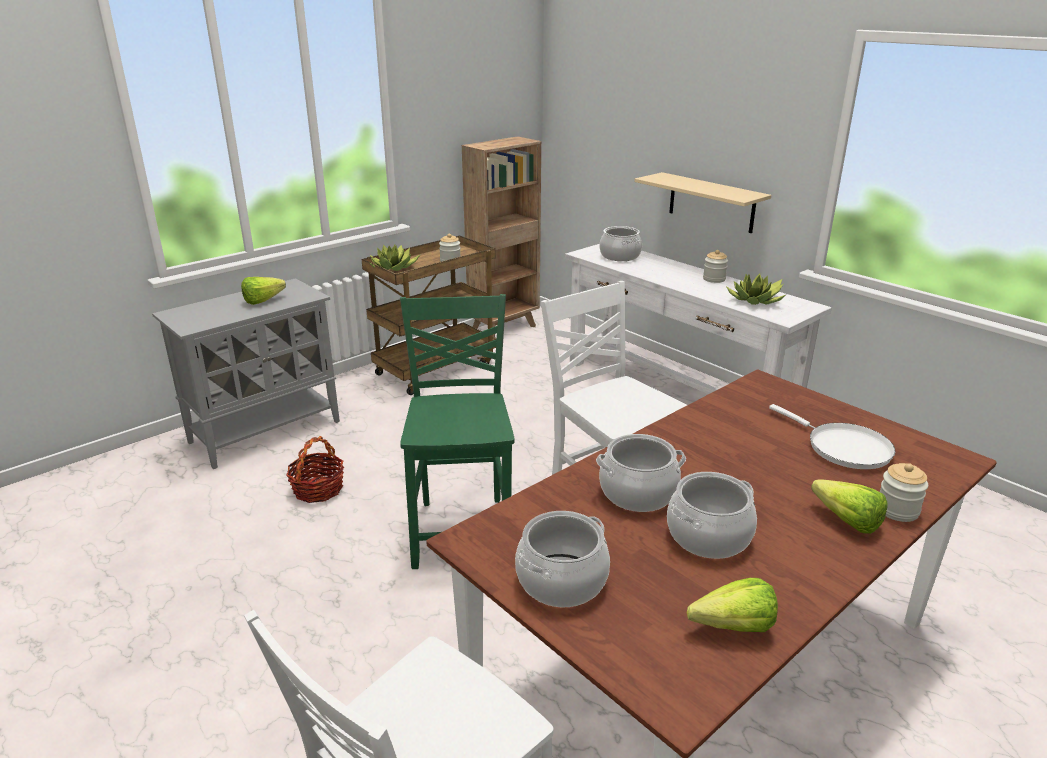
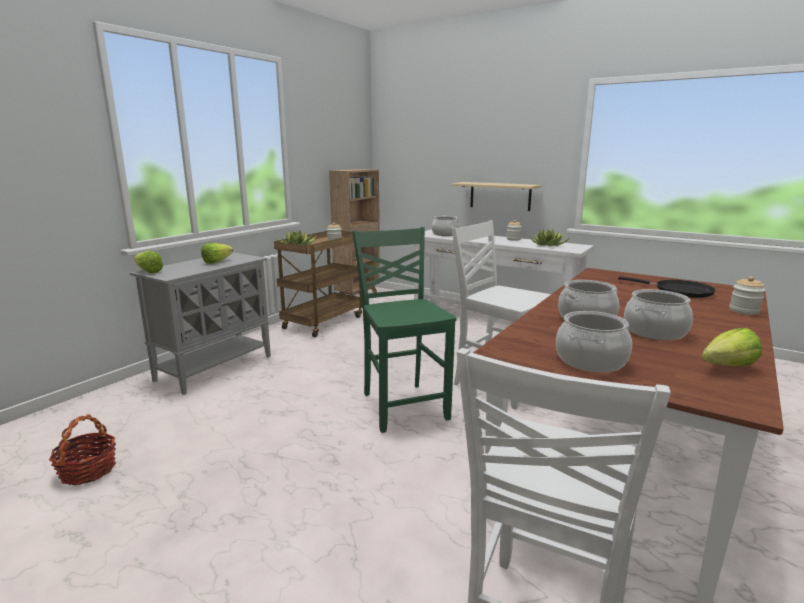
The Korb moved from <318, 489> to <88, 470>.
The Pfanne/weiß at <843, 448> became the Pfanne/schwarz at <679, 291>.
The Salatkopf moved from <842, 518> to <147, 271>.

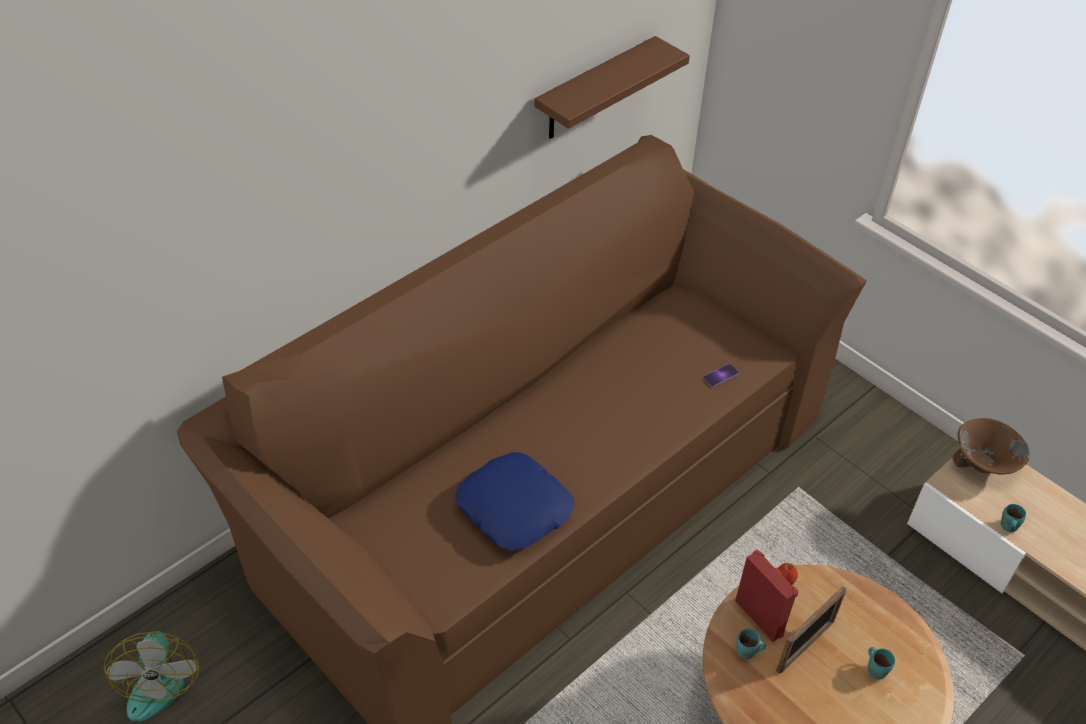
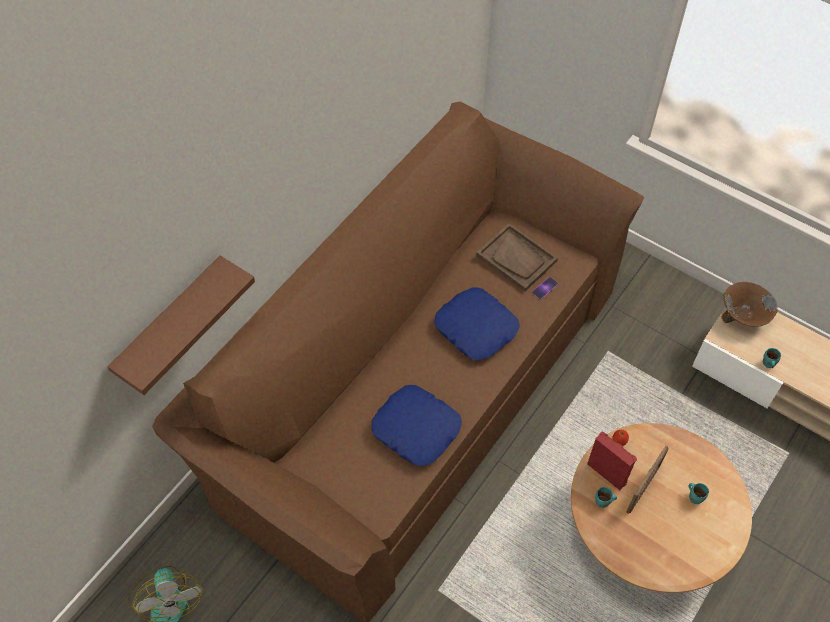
The Wandregal/braun moved from <595, 90> to <170, 323>.
The Kissen/blau at <476, 328> appeared.
The Tablett/braun at <516, 258> appeared.

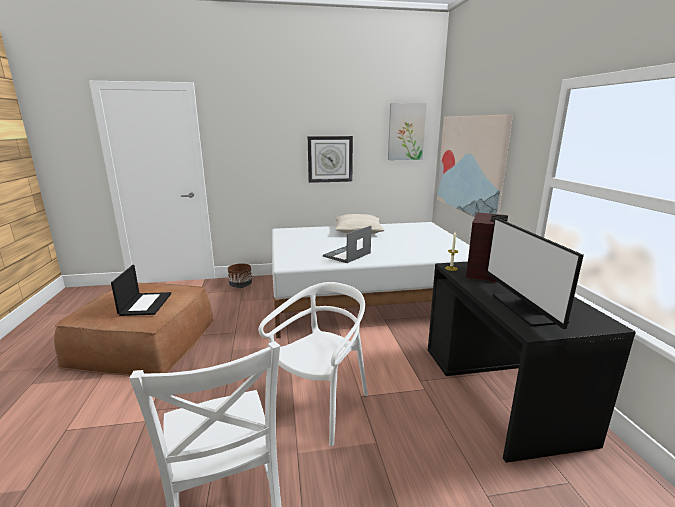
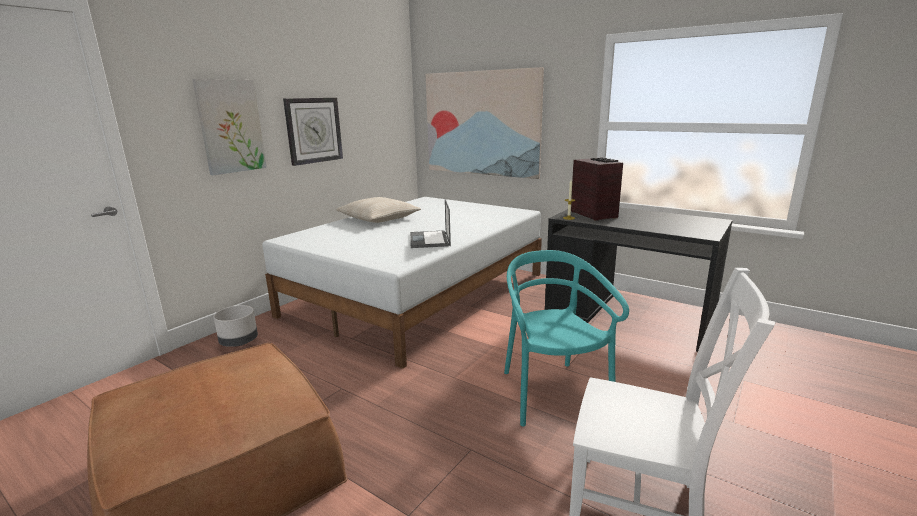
The Laptop at <145, 304> disappeared.
The Pflanzkübel/braun at <240, 286> became the Pflanzkübel/grau at <239, 342>.
The Stuhl/weiß at <320, 405> became the Stuhl/türkis at <552, 393>.
The Bild moved from <406, 132> to <230, 126>.
The Monitor at <526, 308> disappeared.

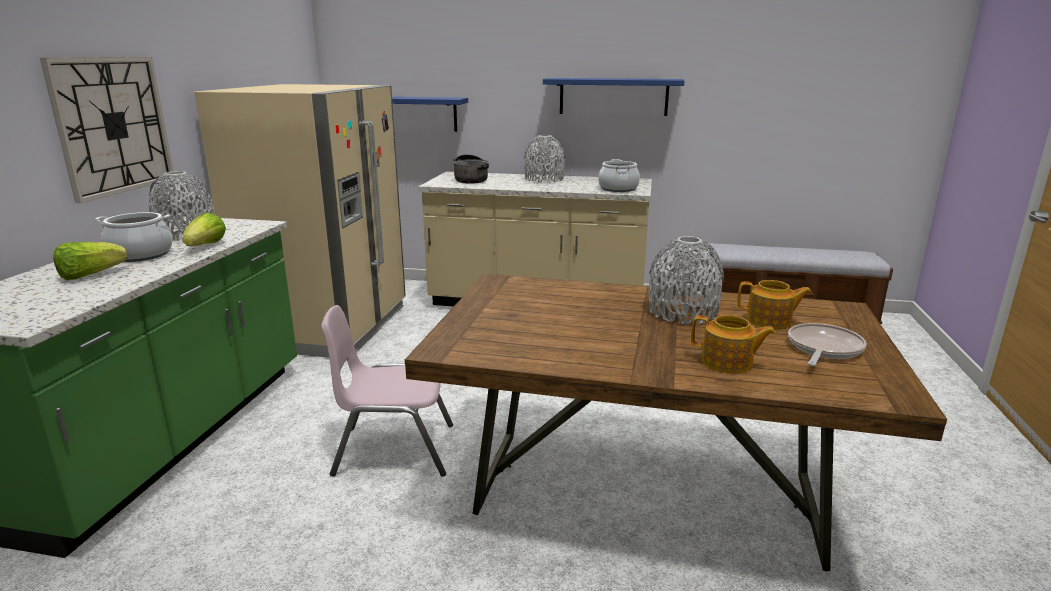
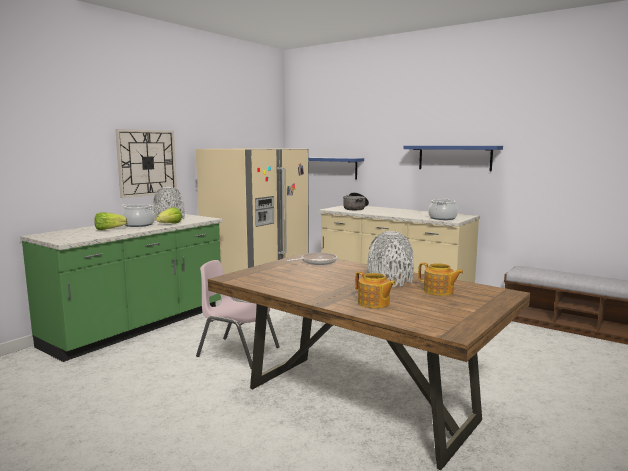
The Vase/grau at <544, 179> disappeared.
The Pfanne moved from <823, 349> to <316, 262>.

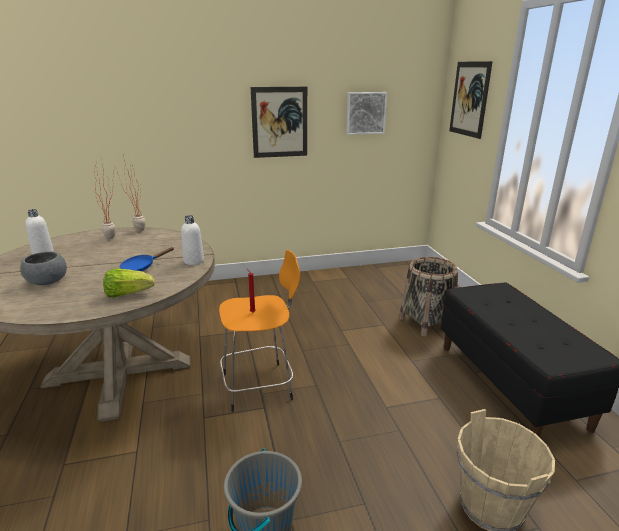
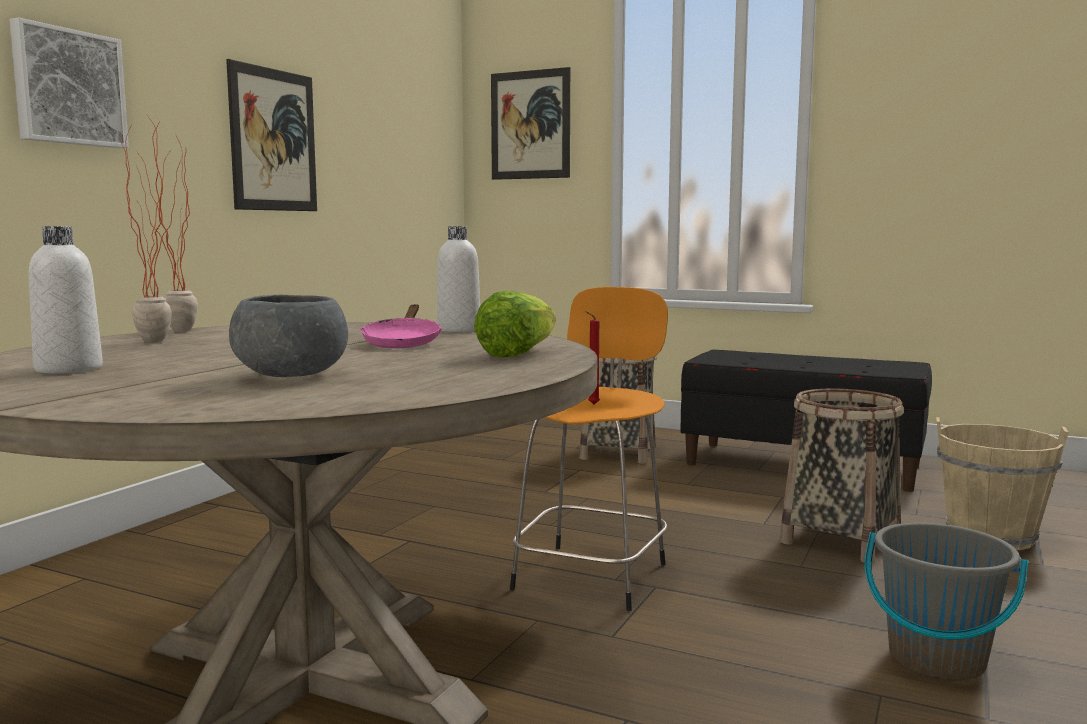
The Pfanne/blau at <141, 267> became the Pfanne/rosa at <402, 343>.
The Bild moved from <365, 113> to <68, 87>.
The Korb at <841, 540> appeared.

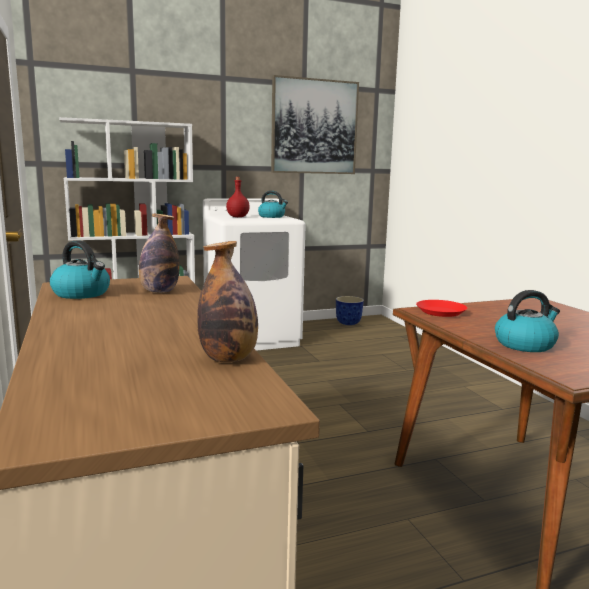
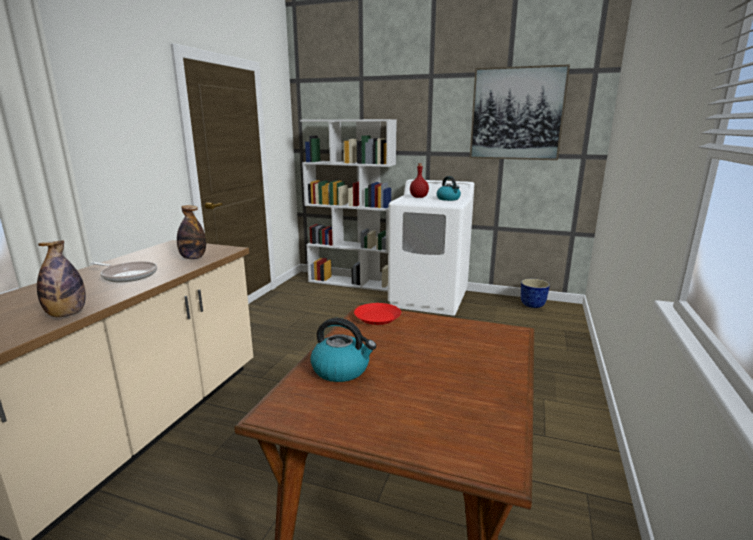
The Wasserkessel at <82, 294> disappeared.
The Pfanne at <128, 275> appeared.

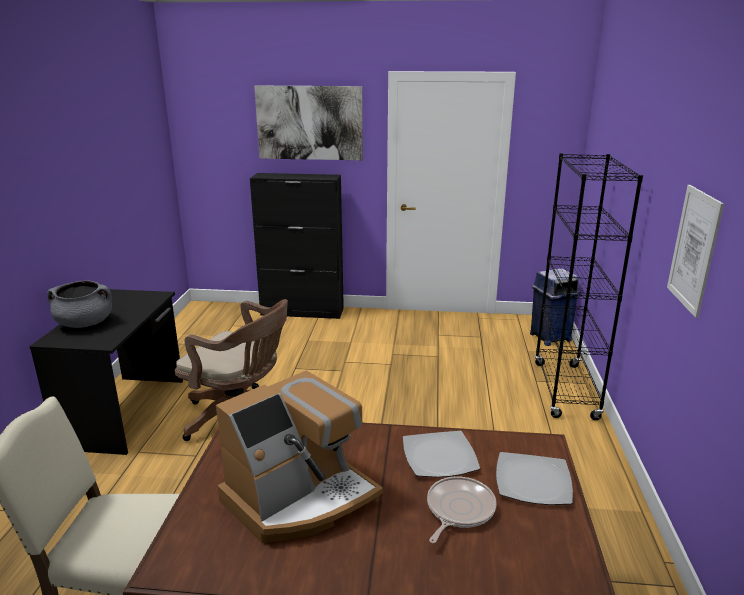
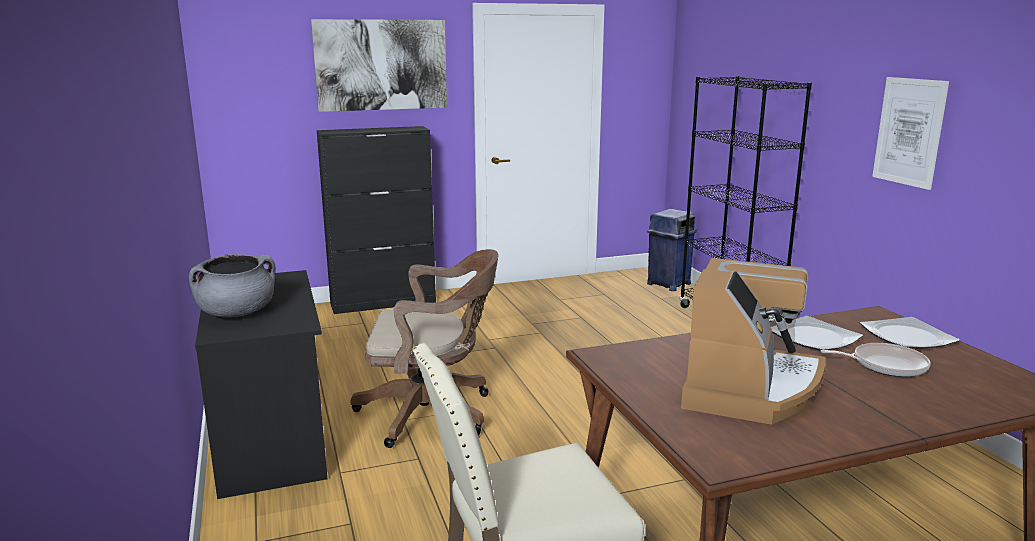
The Pfanne at <458, 509> turned 90 degrees clockwise.

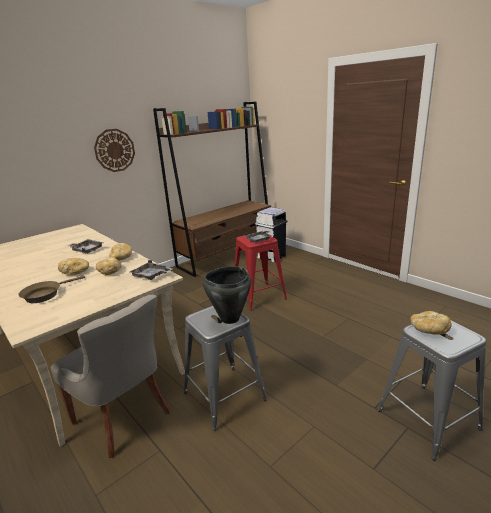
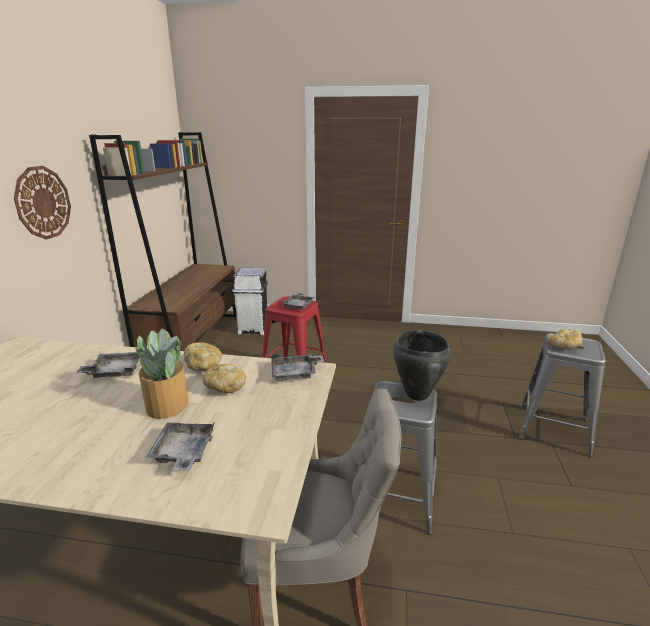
The Pfanne/braun at <45, 294> was replaced by the Tablett/grau at <183, 453>.
The Brot at <76, 272> was replaced by the Topfpflanze at <166, 406>.

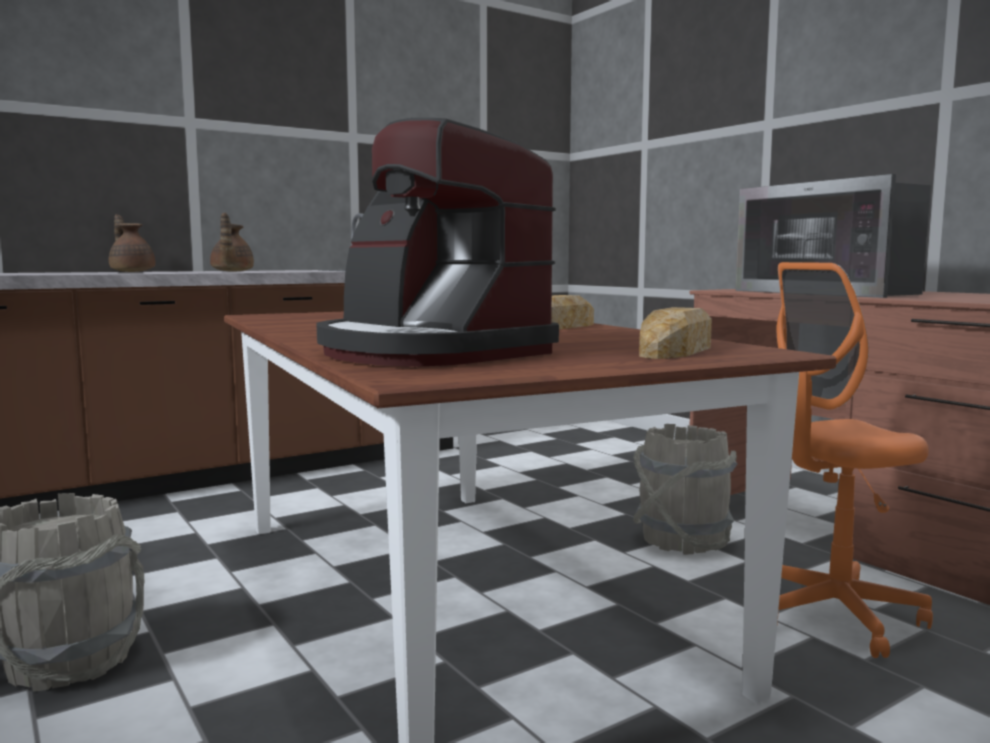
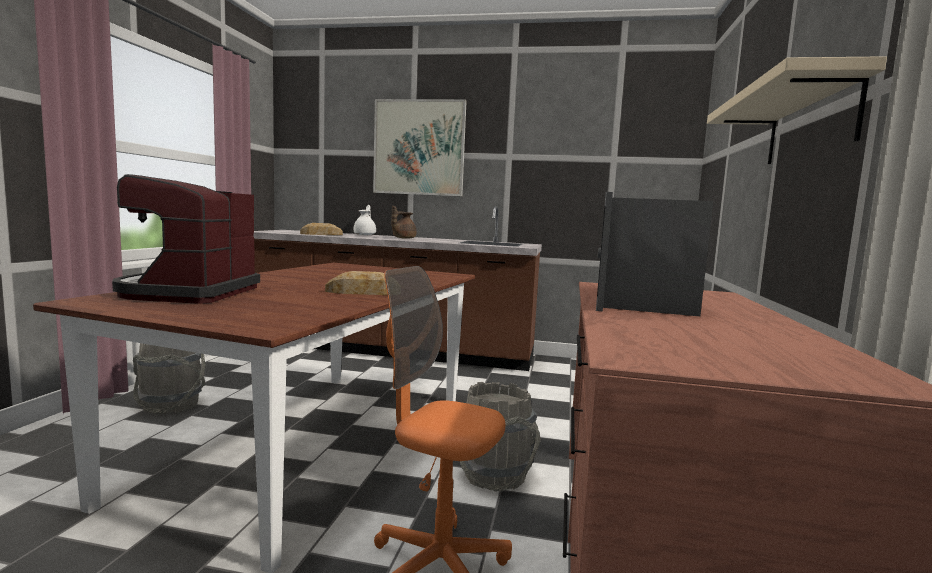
The Teekanne/braun at <132, 271> became the Teekanne/weiß at <365, 235>.
The Brot moved from <677, 350> to <321, 234>.
The Bild at <419, 148> appeared.
The Wandregal/beige at <810, 124> appeared.

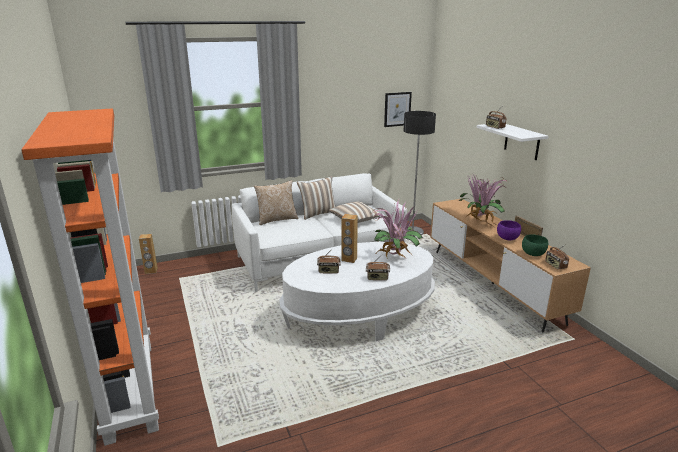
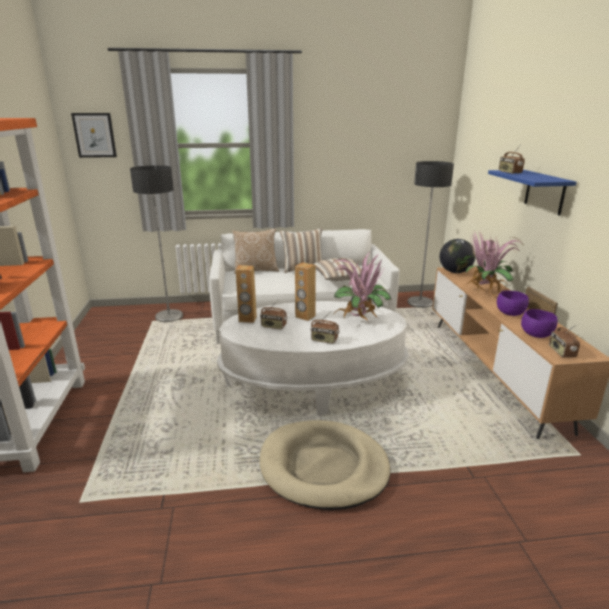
The Lautsprecher/braun moved from <151, 271> to <247, 319>.
The Bild moved from <397, 109> to <94, 135>.
The Wandregal/weiß at <522, 141> became the Wandregal/blau at <545, 192>.
The Schüssel/grün at <533, 254> became the Schüssel/lila at <536, 335>.
The Stehlampe at <169, 316> appeared.
The Hundebett/beige at <323, 467> appeared.
The Globus at <455, 272> appeared.

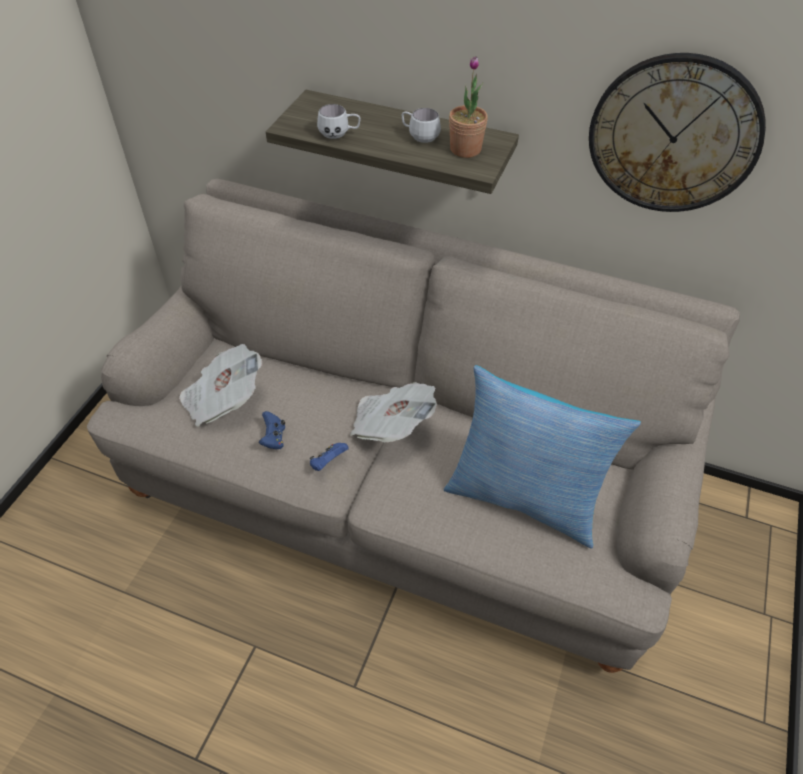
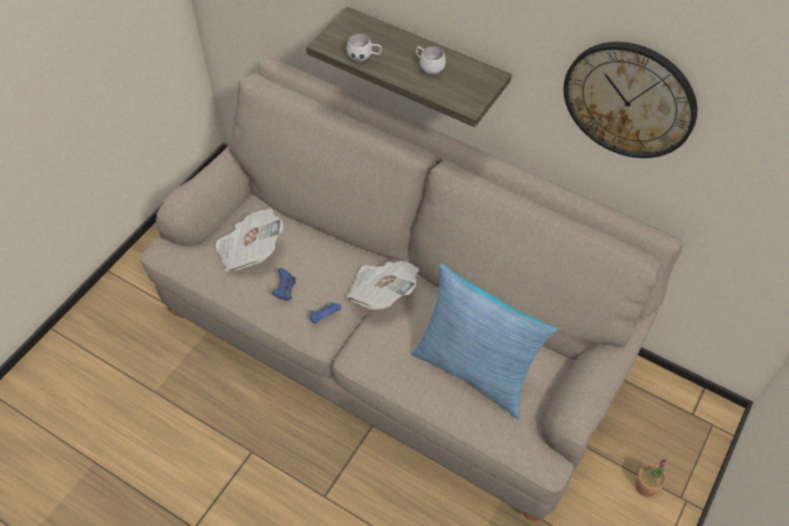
The Topfpflanze moved from <465, 149> to <645, 486>.

